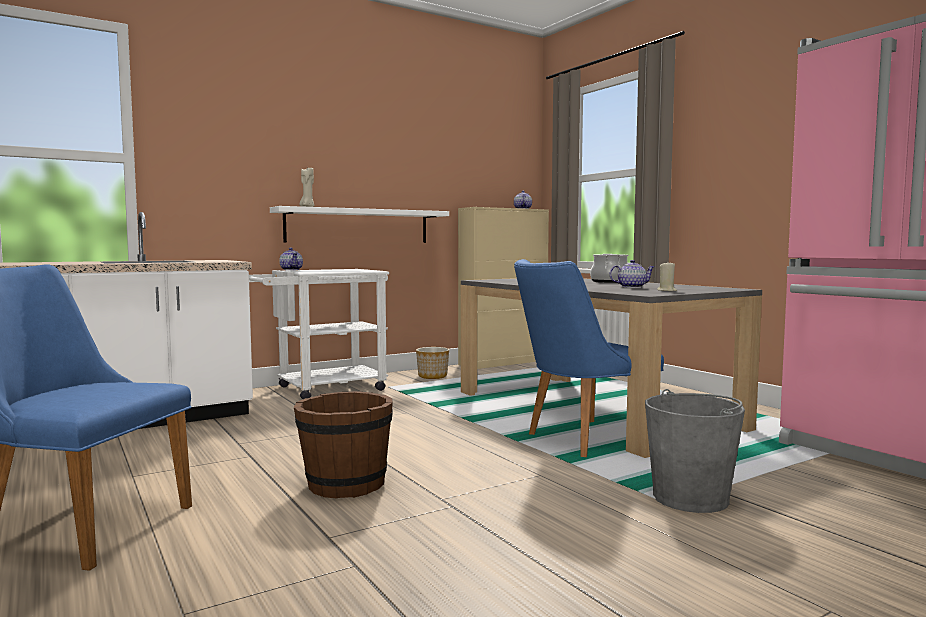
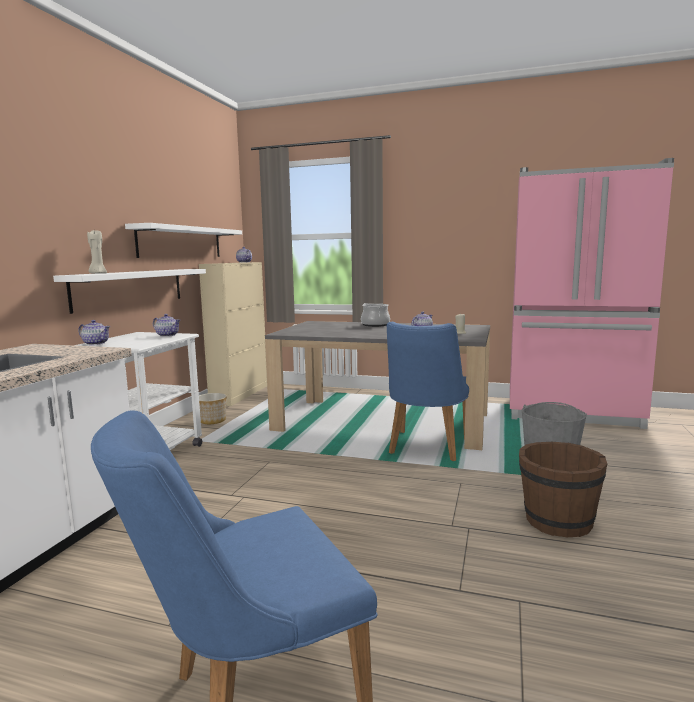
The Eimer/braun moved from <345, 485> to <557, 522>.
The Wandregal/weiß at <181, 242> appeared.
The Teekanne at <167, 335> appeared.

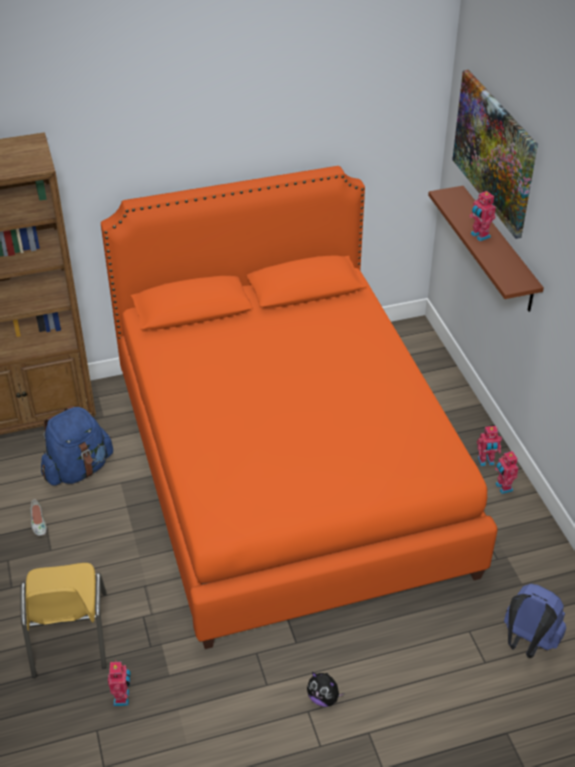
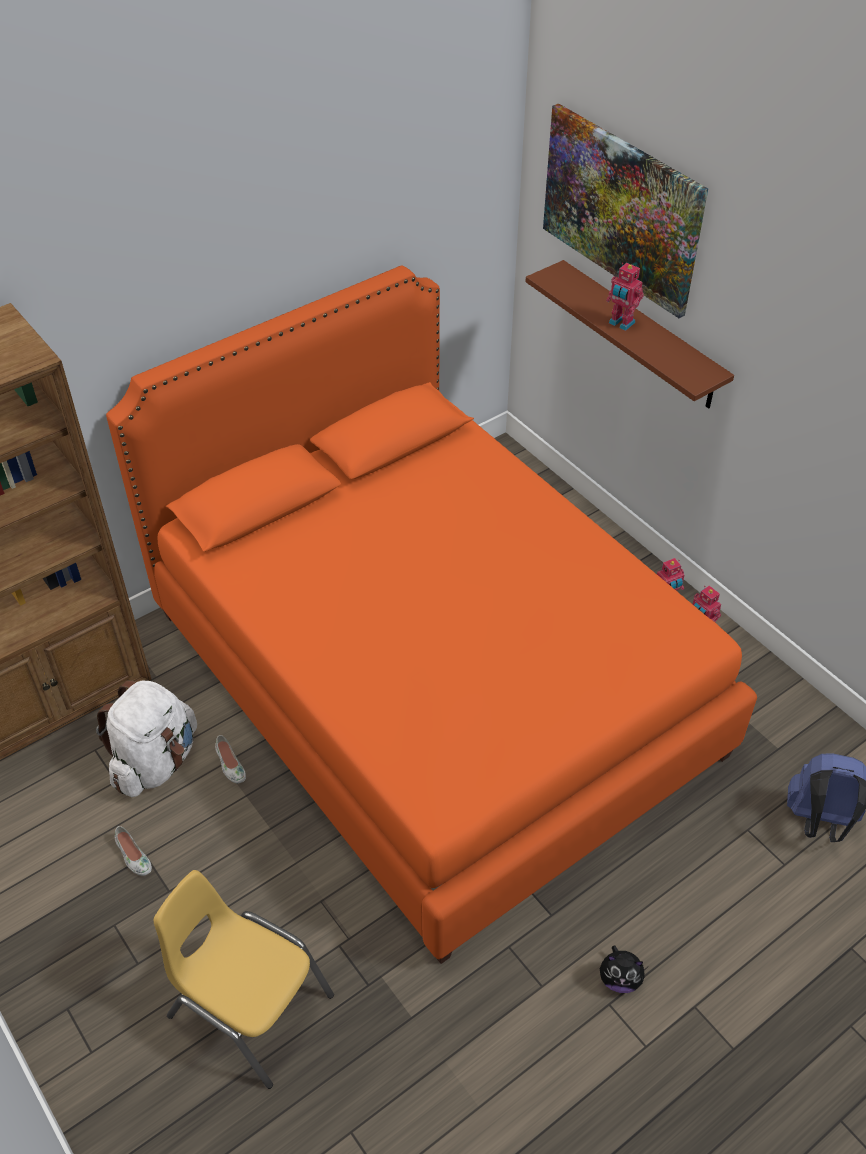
The Stuhl/gelb at <68, 634> turned 150 degrees clockwise.
The Rucksack/blau at <79, 469> became the Rucksack/weiß at <156, 761>.
The Spielzeugroboter at <122, 698> disappeared.
The Schuh/weiß at <230, 765> appeared.

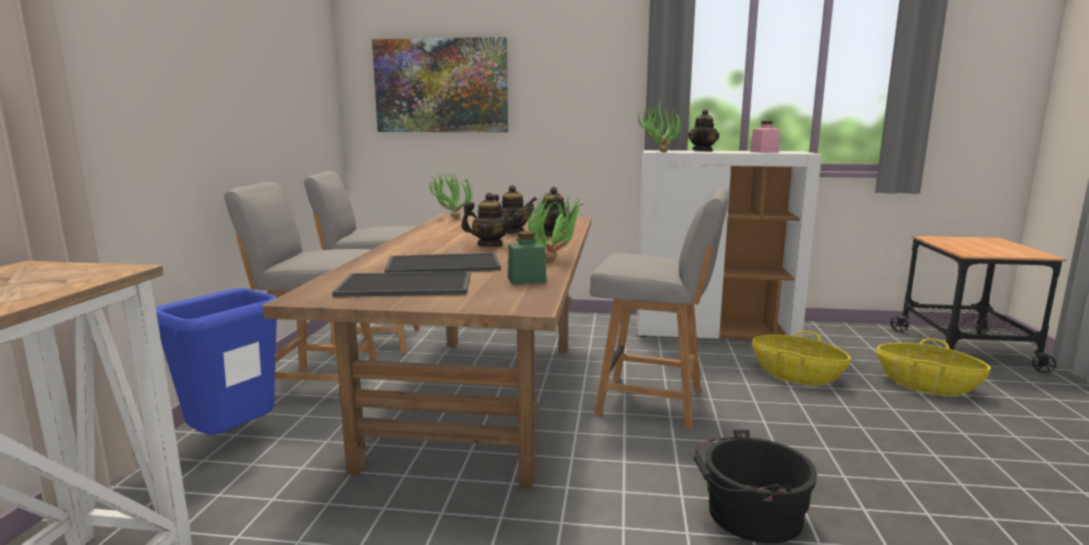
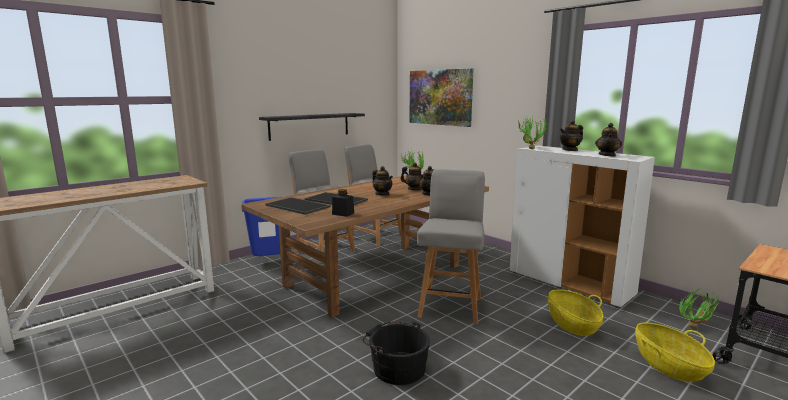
The Vorratsglas/grün at <526, 280> became the Vorratsglas/schwarz at <343, 213>.
The Topfpflanze moved from <557, 260> to <697, 328>.
The Stuhl/grau at <653, 402> turned 135 degrees counterclockwise.
The Vorratsglas/rosa at <764, 152> was replaced by the Teekanne at <607, 155>.
The Wandregal/schwarz at <310, 126> appeared.

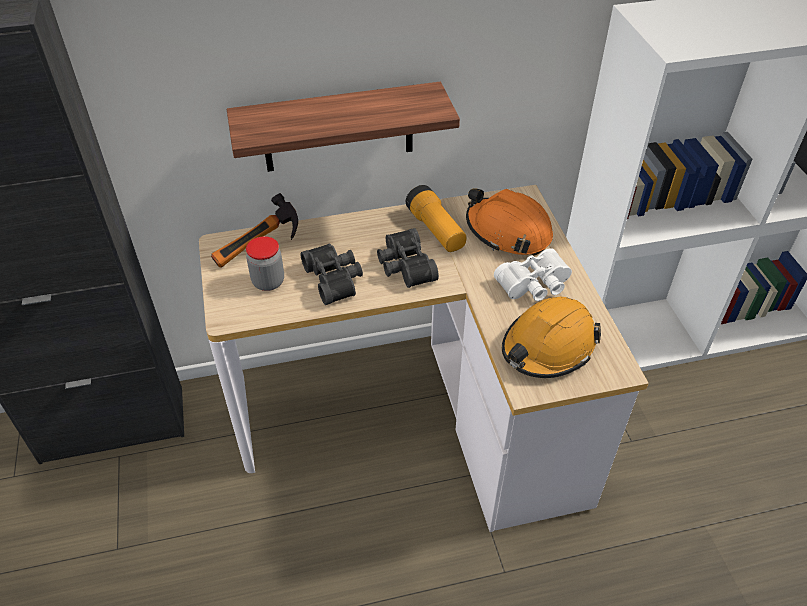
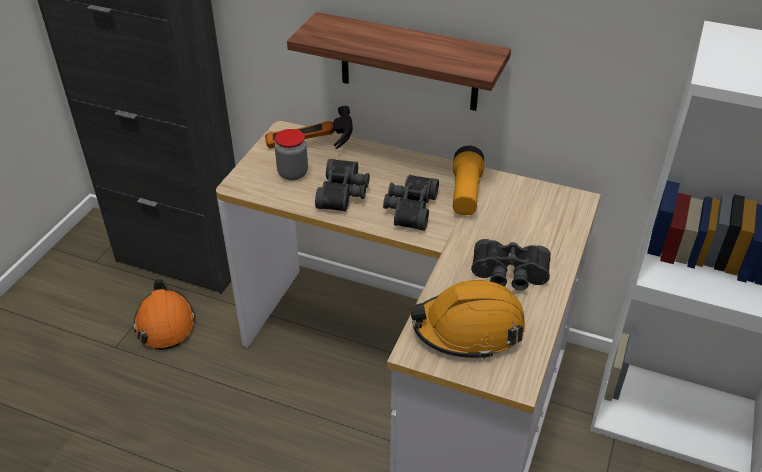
The Schutzhelm/orange moved from <508, 232> to <165, 323>.
The Fernglas/weiß at <535, 286> became the Fernglas/schwarz at <509, 275>.

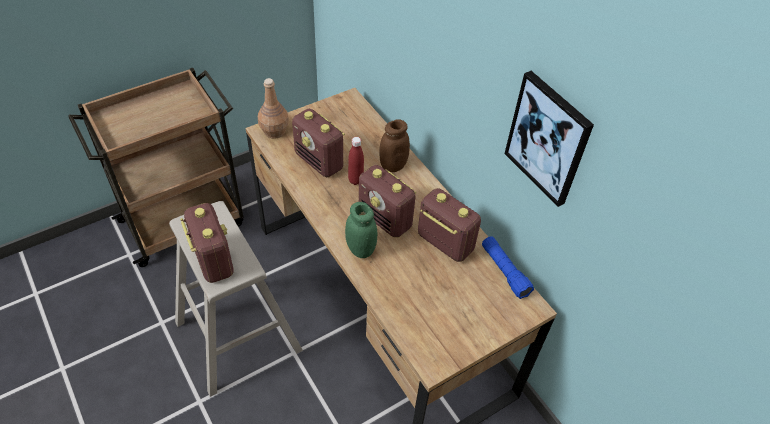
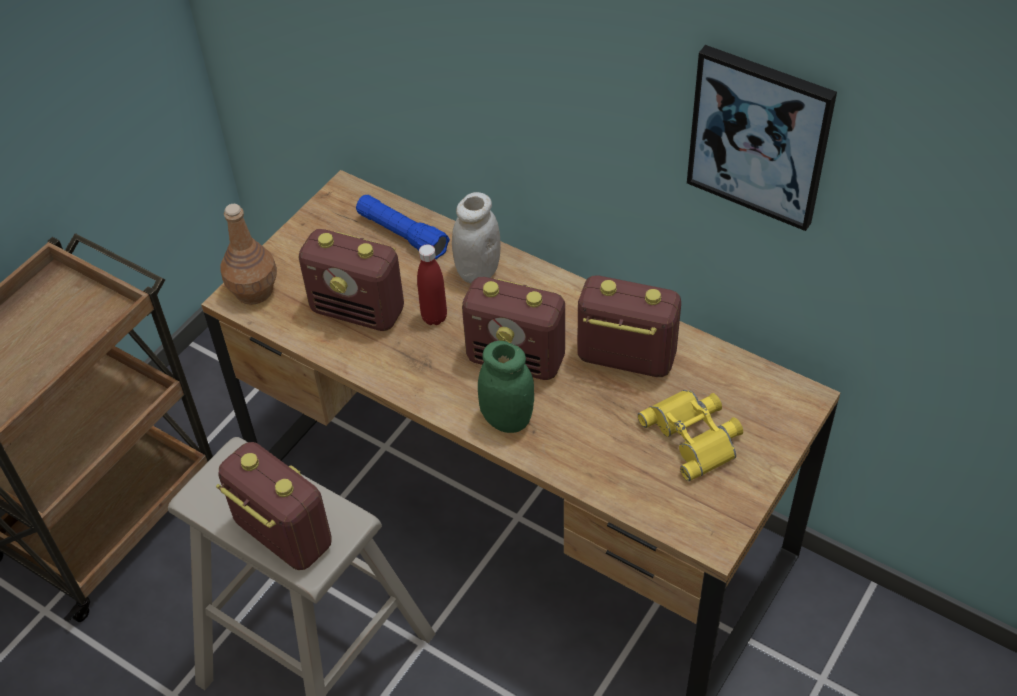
The Vorratsglas/braun at <393, 165> became the Vorratsglas/weiß at <478, 271>.
The Taschenlampe/blau moved from <504, 271> to <402, 235>.
The Fernglas/gelb at <695, 436> appeared.

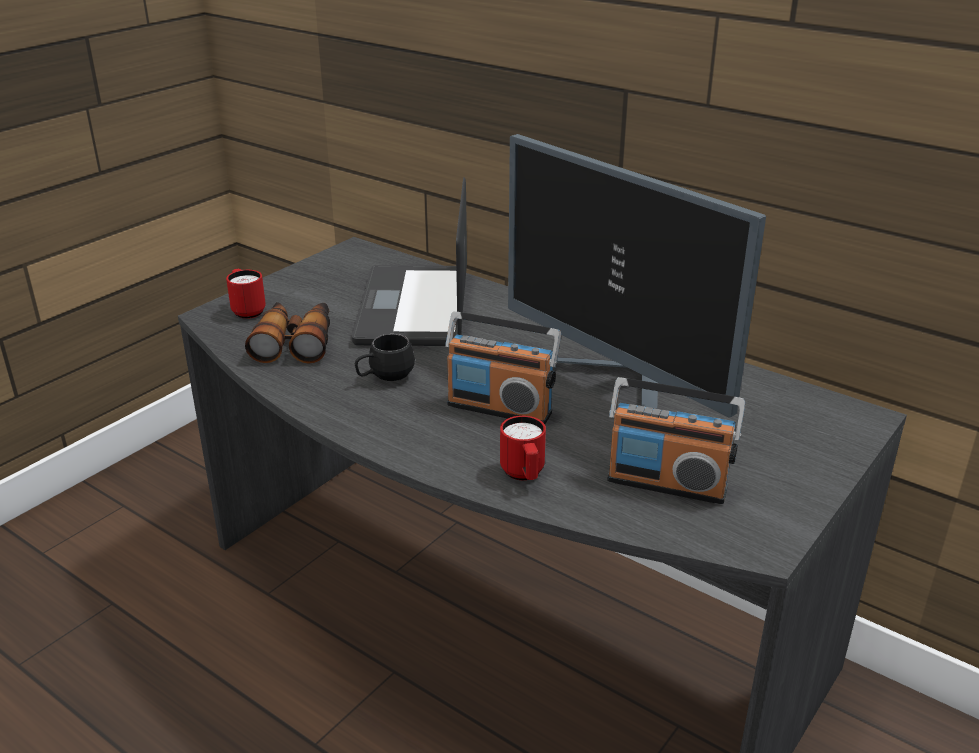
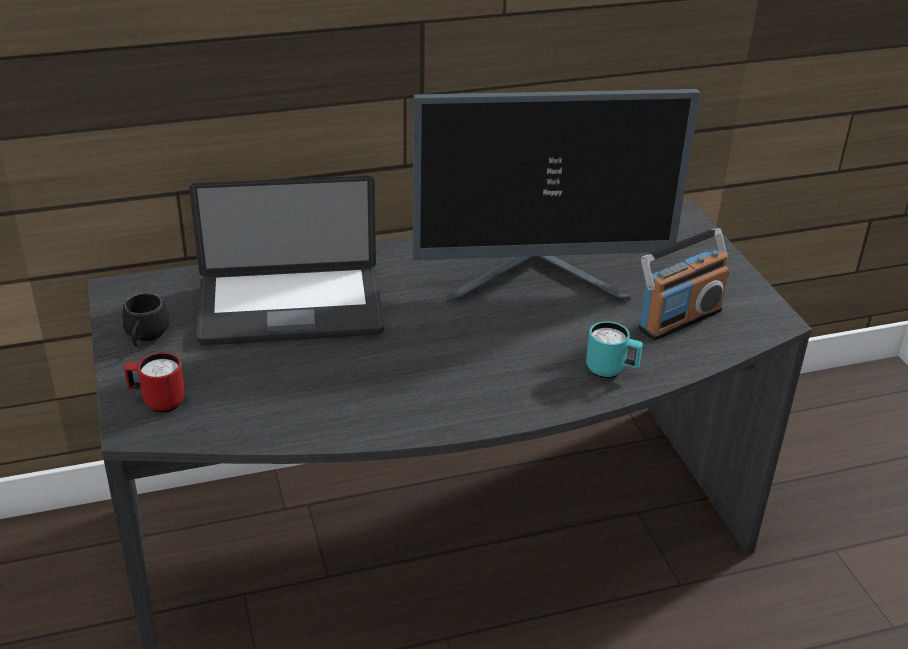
The Fernglas at <295, 342> disappeared.
The Laptop at <414, 308> turned 45 degrees counterclockwise.
The Henkelbecher/schwarz moved from <384, 378> to <145, 339>.
The Radio at <500, 408> disappeared.
The Henkelbecher/rot at <524, 475> became the Henkelbecher/türkis at <611, 371>.

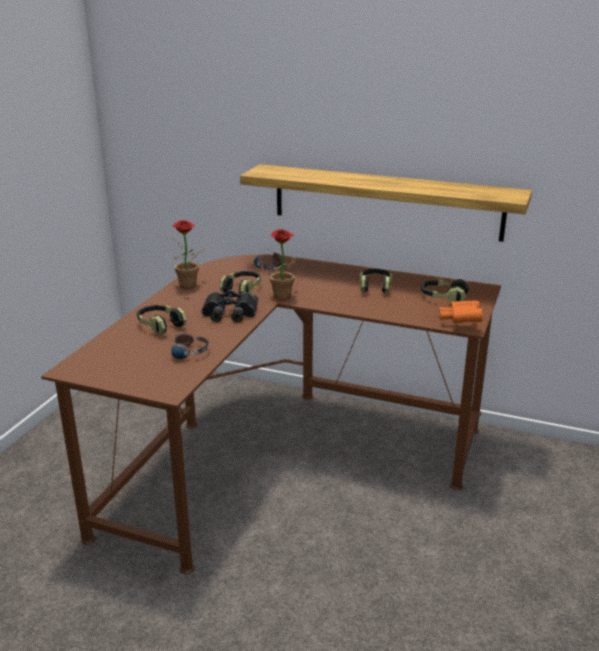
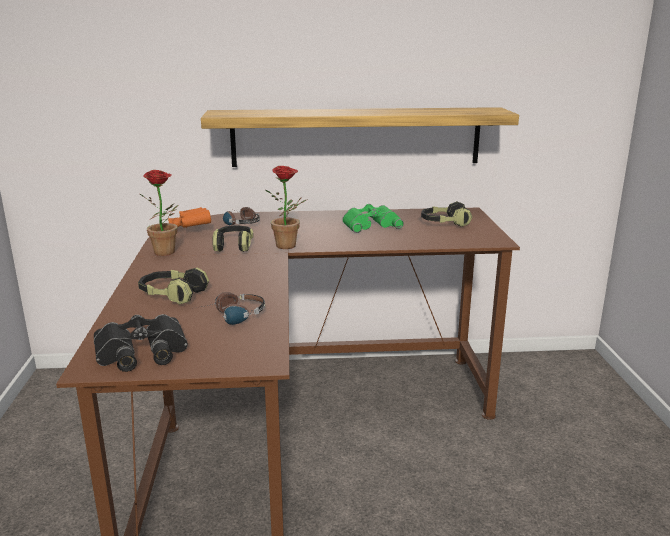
The Fernglas/schwarz moved from <229, 313> to <141, 352>.
The Kopfhörer at <375, 287> was replaced by the Fernglas/grün at <370, 224>.
The Fernglas/orange moved from <460, 321> to <191, 229>.

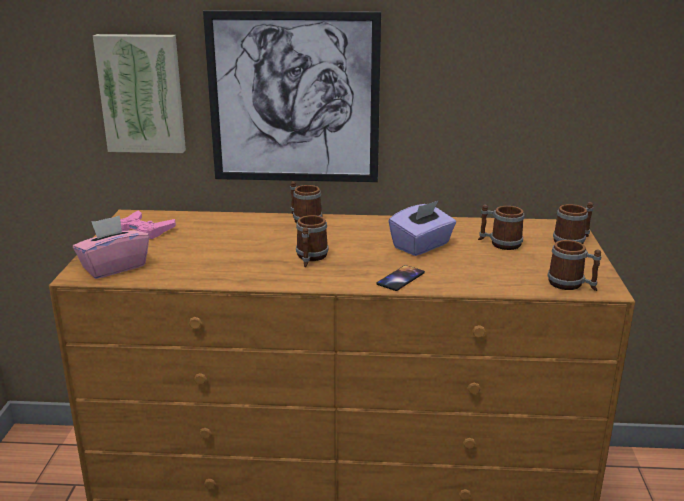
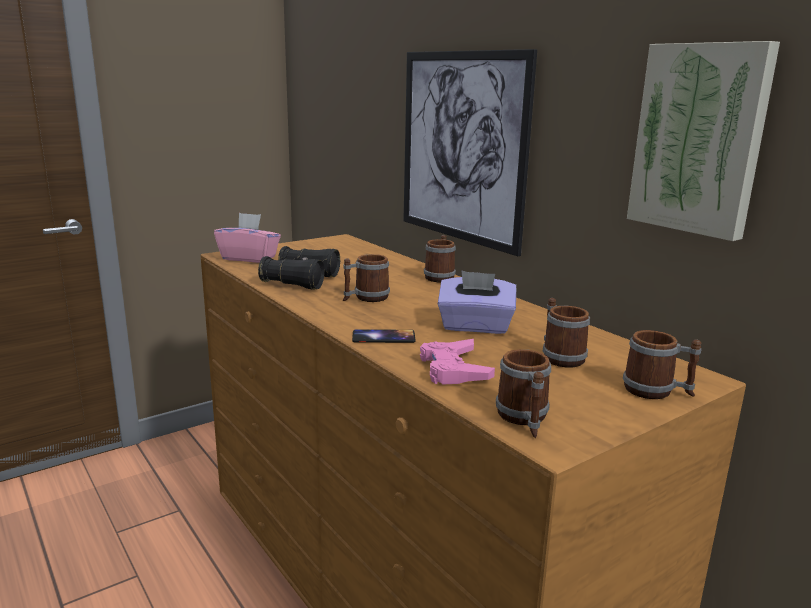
The Bild moved from <142, 93> to <700, 139>.
The Gamepad/rosa moved from <144, 231> to <453, 369>.
The Fernglas/schwarz at <301, 280> appeared.

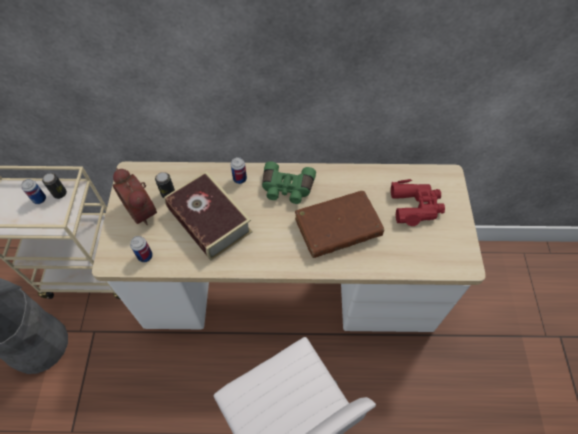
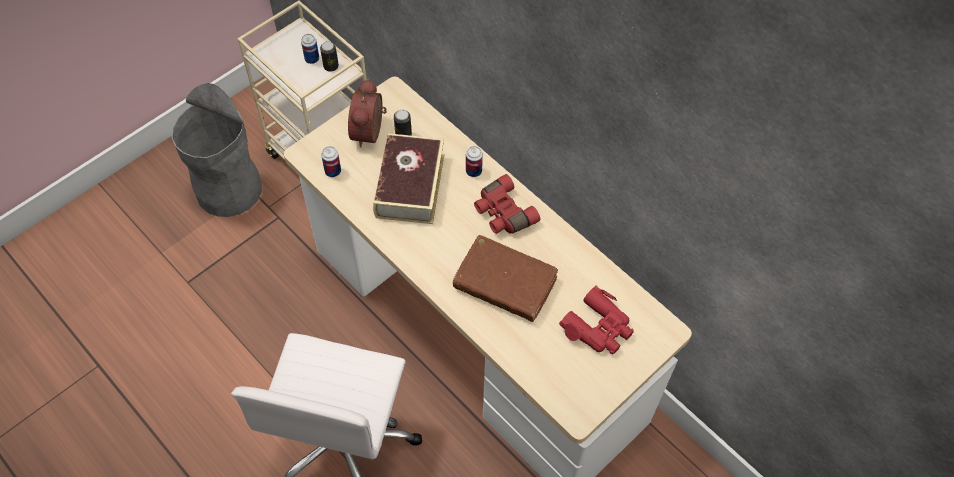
The Fernglas/grün at <286, 189> became the Fernglas/rot at <503, 213>.

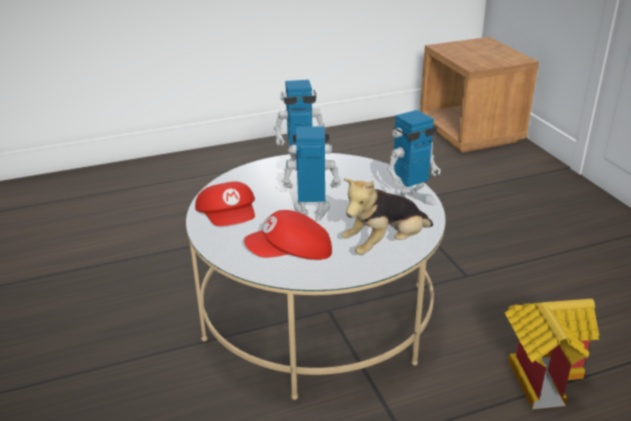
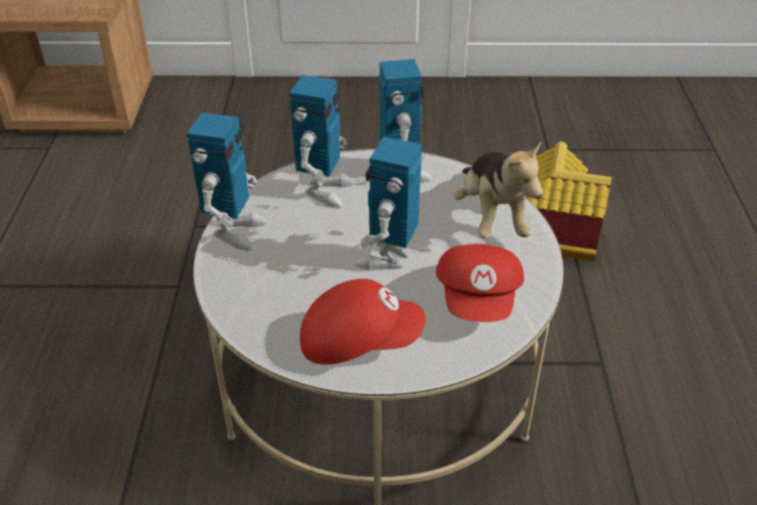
The Spielzeugroboter at <325, 190> appeared.

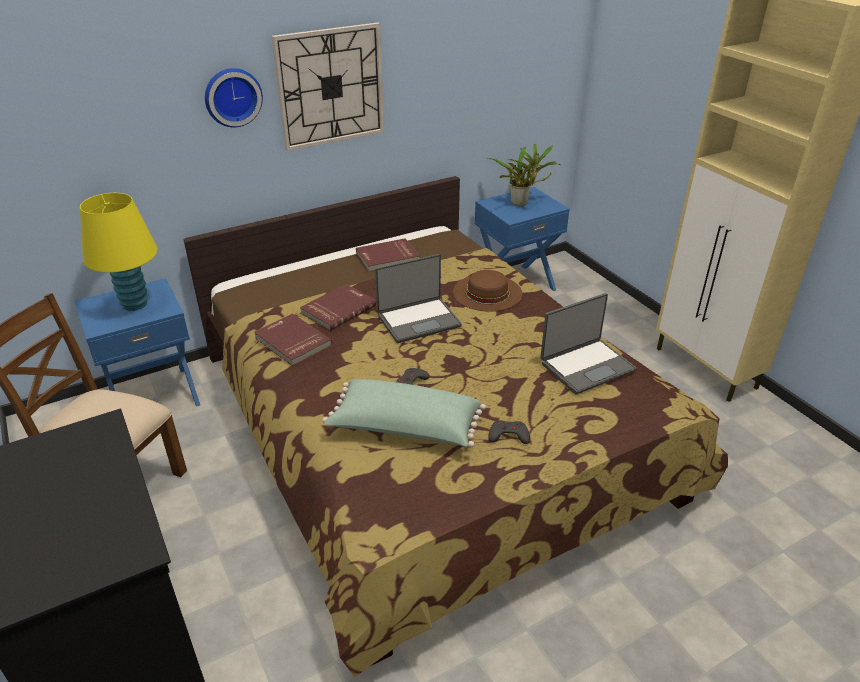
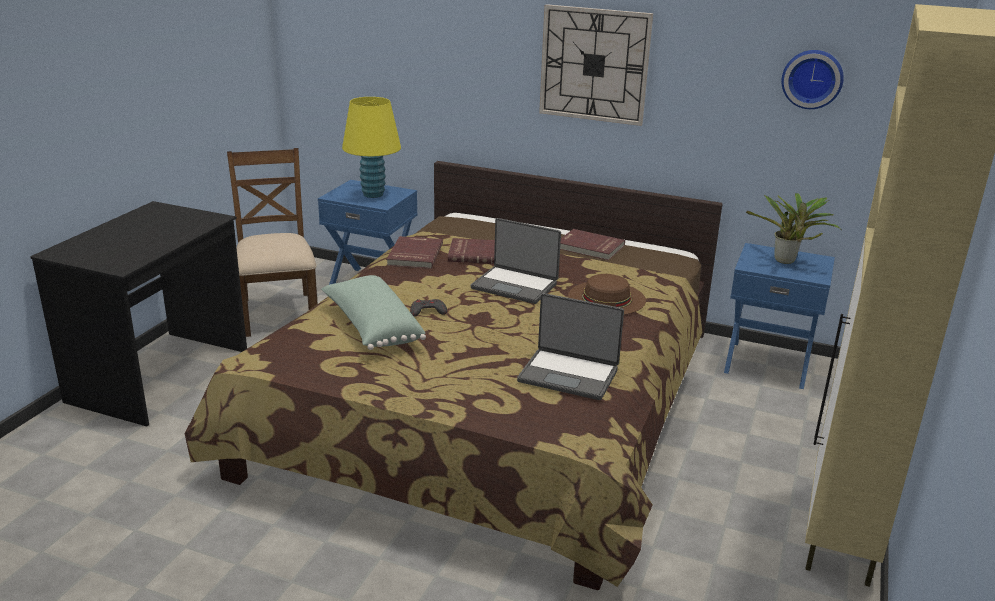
The Wanduhr moved from <232, 96> to <812, 78>.
The Gamepad/grau at <508, 435> disappeared.

